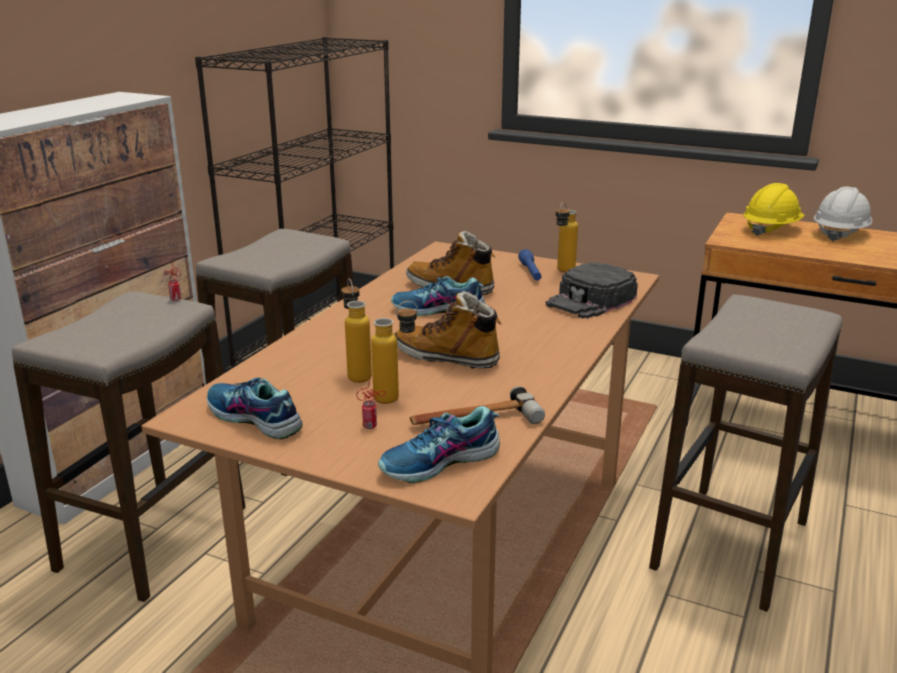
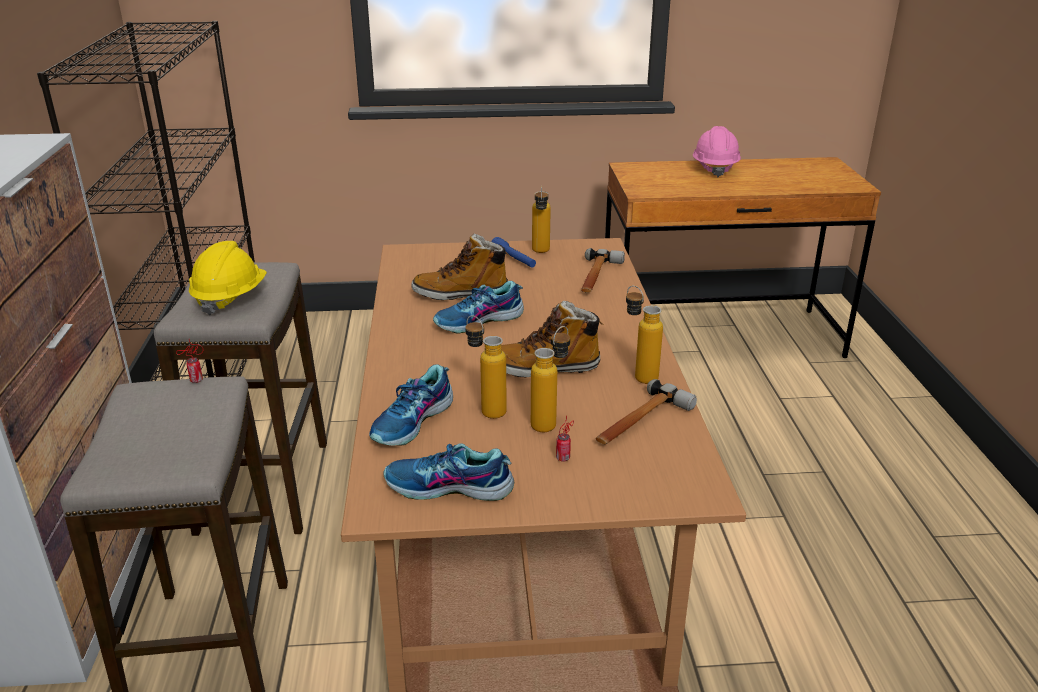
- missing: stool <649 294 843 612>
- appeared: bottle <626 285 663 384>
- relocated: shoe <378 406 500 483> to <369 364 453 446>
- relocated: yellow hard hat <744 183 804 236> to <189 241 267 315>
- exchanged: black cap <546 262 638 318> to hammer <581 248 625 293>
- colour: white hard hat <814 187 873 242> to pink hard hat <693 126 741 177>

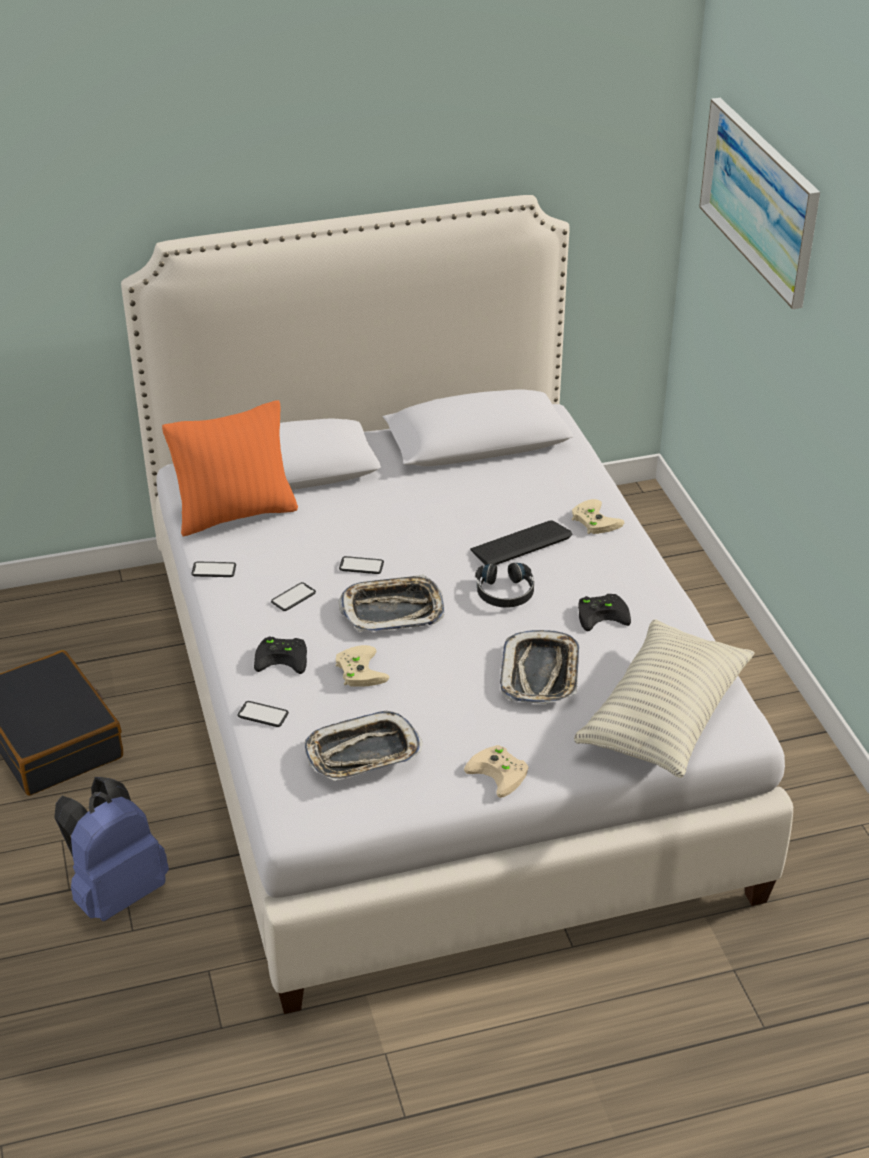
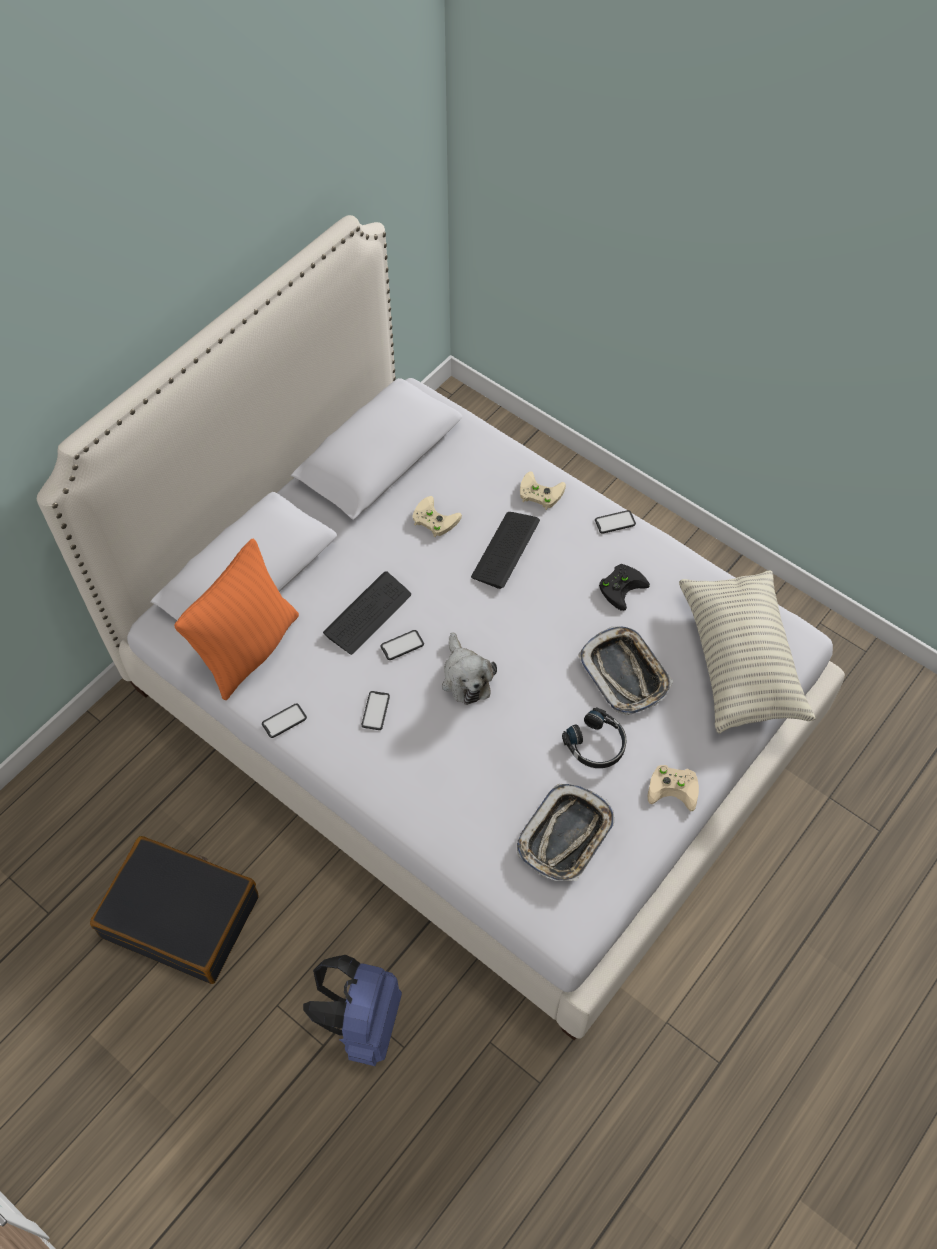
- missing: black game controller <254 637 307 674>
- missing: picture <699 98 820 309>
- appeared: keyboard <323 571 411 655>
- relocated: phone <237 701 289 727> to <595 510 636 533>
- relocated: beige game controller <335 645 389 687> to <412 496 462 537>
- relocated: black headphones <475 563 534 607> to <562 708 626 768>
- exchanged: tray <338 574 444 632> to plush toy <442 633 497 705>

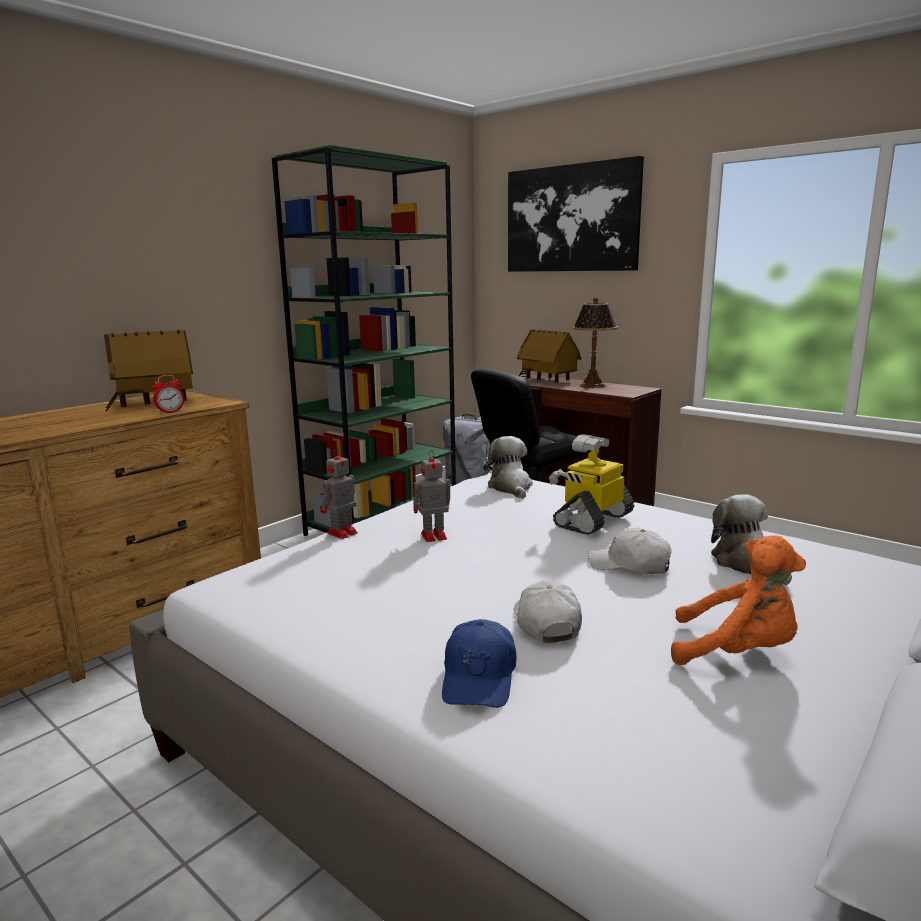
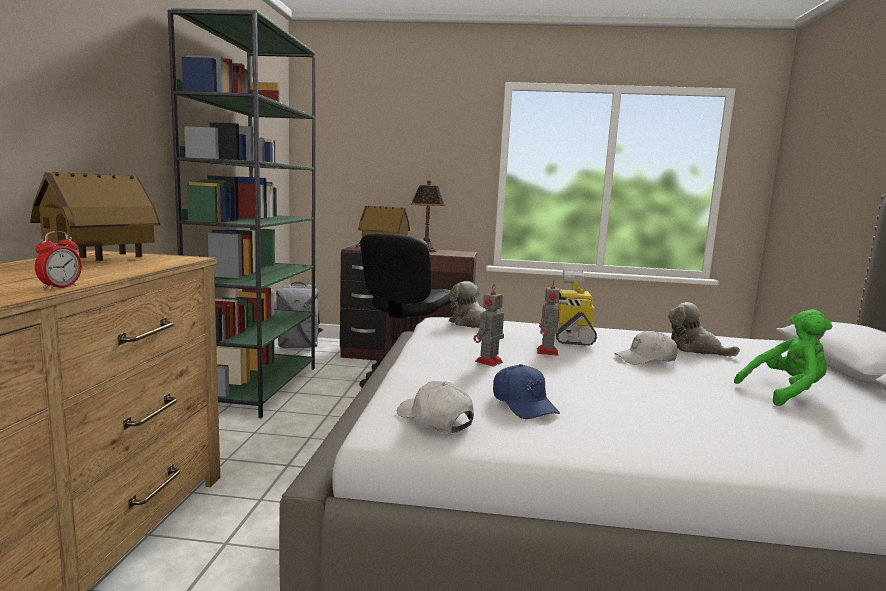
- missing: picture <508 156 644 272>
- relocated: alarm clock <153 375 184 414> to <35 231 82 290>
- relocated: toy robot <320 448 358 539> to <537 279 560 356>
- relocated: blue cap <442 619 517 708> to <493 364 560 419>
- relocated: white cap <514 580 582 643> to <397 381 474 433>
- colour: orange plush toy <671 535 806 665> to green plush toy <734 309 833 406>

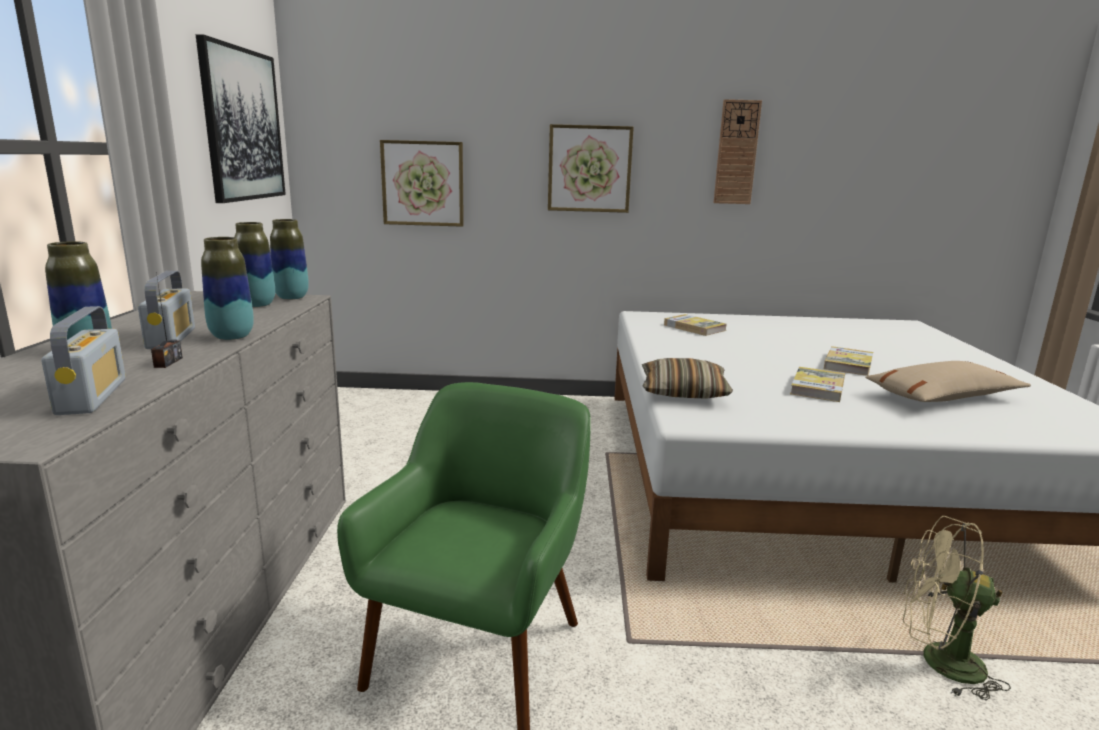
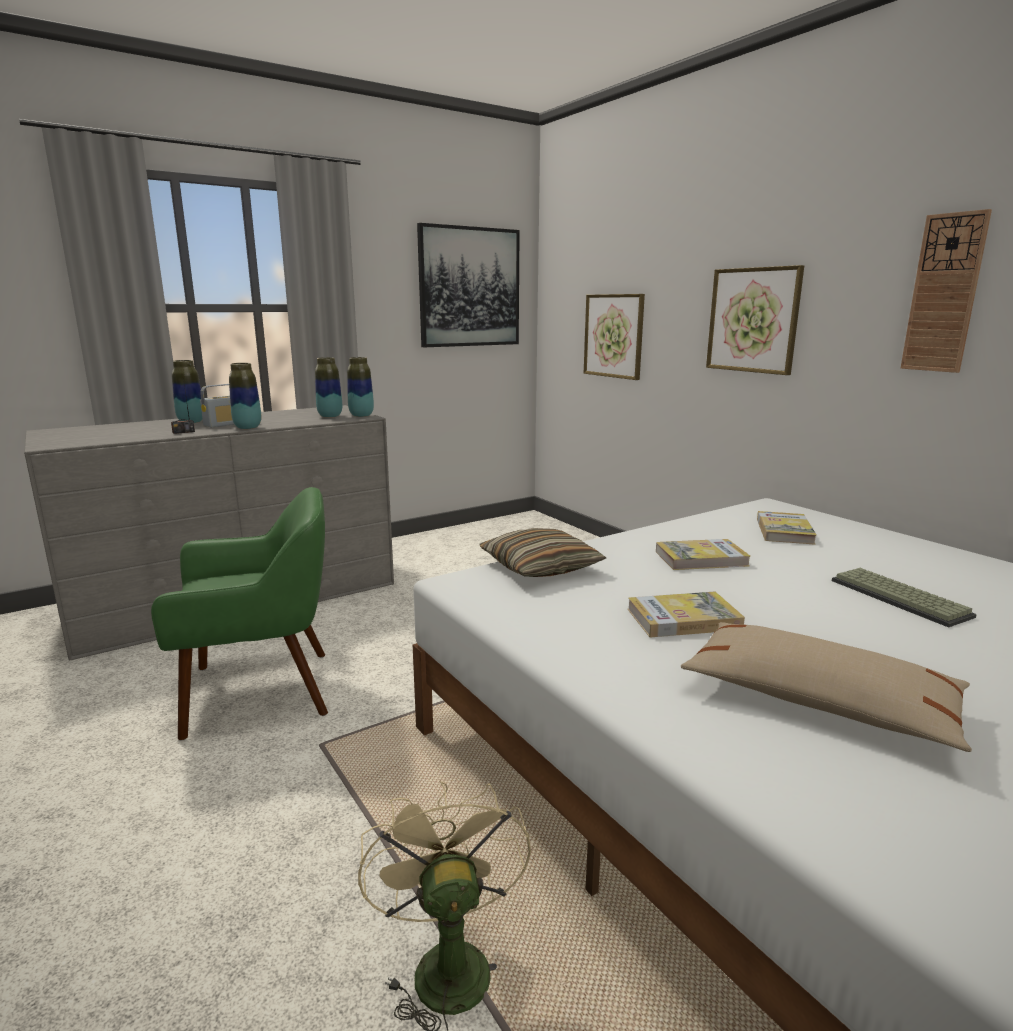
- missing: radio <41 306 126 415>
- appeared: keyboard <832 568 977 628>
- relocated: book <824 346 873 376> to <656 539 751 570>

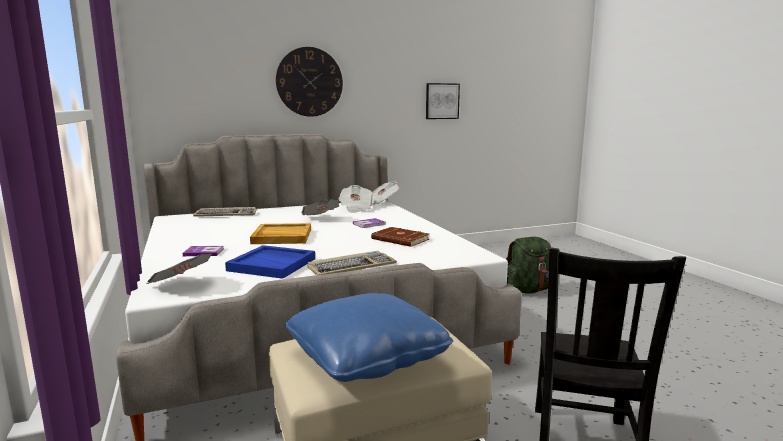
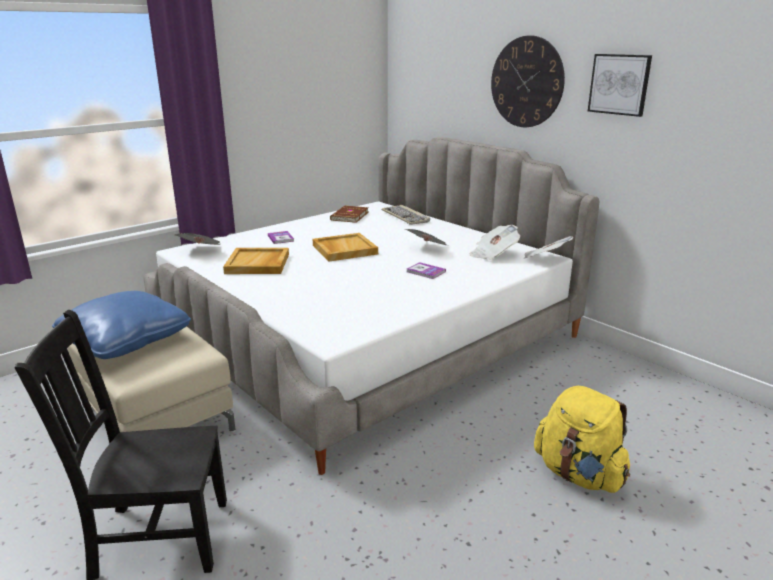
- missing: keyboard <307 251 397 275>
- relocated: brown book <371 227 430 247> to <330 206 369 223>
- relocated: picture <426 83 460 119> to <588 54 652 117>
- colour: blue tray <225 245 315 279> to beige tray <223 248 289 274>
- colour: green backpack <506 237 551 293> to yellow backpack <534 386 630 493>

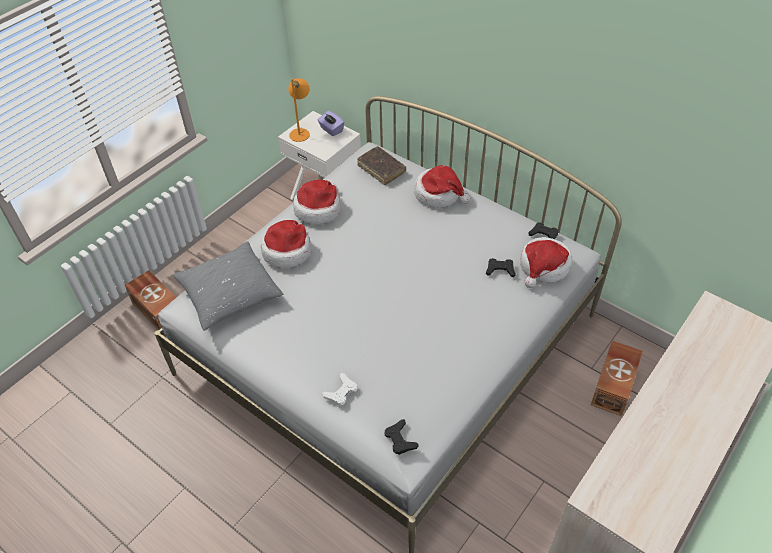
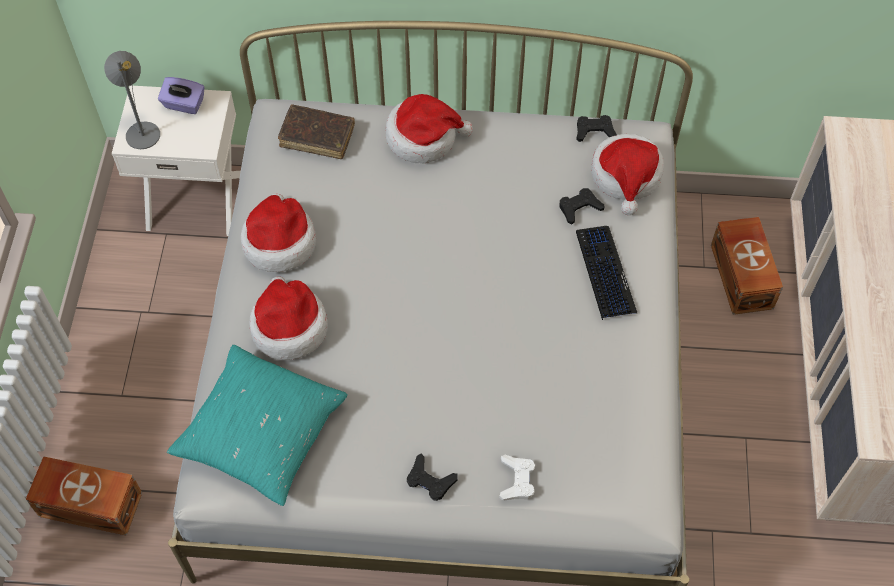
- appeared: keyboard <576 226 638 320>
- relocated: black game controller <385 419 419 455> to <407 454 457 501>
- colour: grey pillow <173 241 283 331> to turquoise pillow <167 345 347 506>
- colour: orange table lamp <288 78 310 142> to grey table lamp <104 51 160 149>

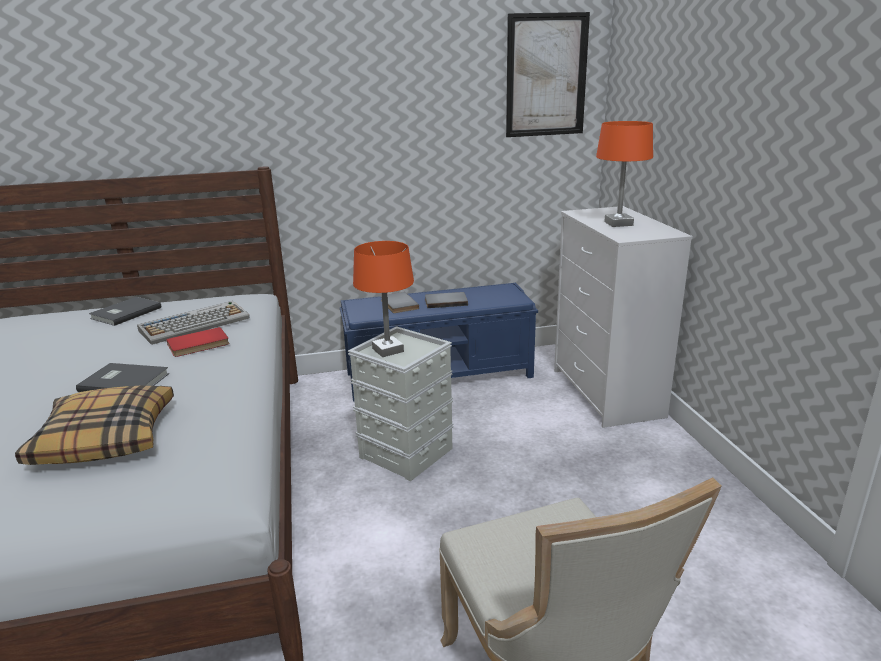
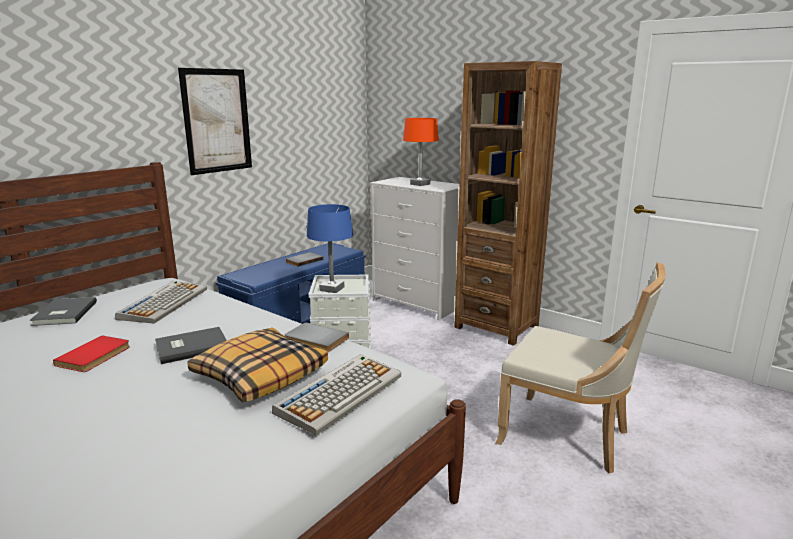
- appeared: keyboard <272 354 401 436>
- appeared: brown bookcase <454 61 562 346>
- relocated: red book <166 327 229 357> to <53 335 130 372>
- relocated: grey book <381 292 419 313> to <285 322 349 352>
- relocated: picture <506 12 590 137> to <178 68 252 175>
- colour: orange table lamp <353 241 414 357> to blue table lamp <307 204 353 293>

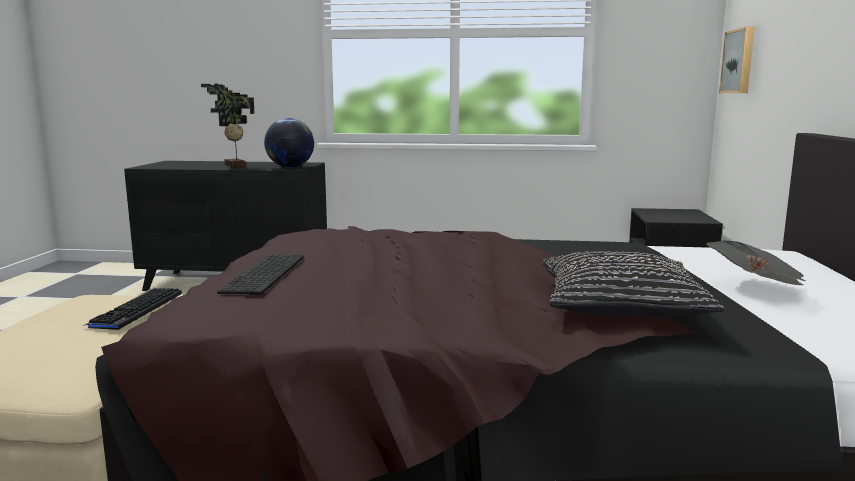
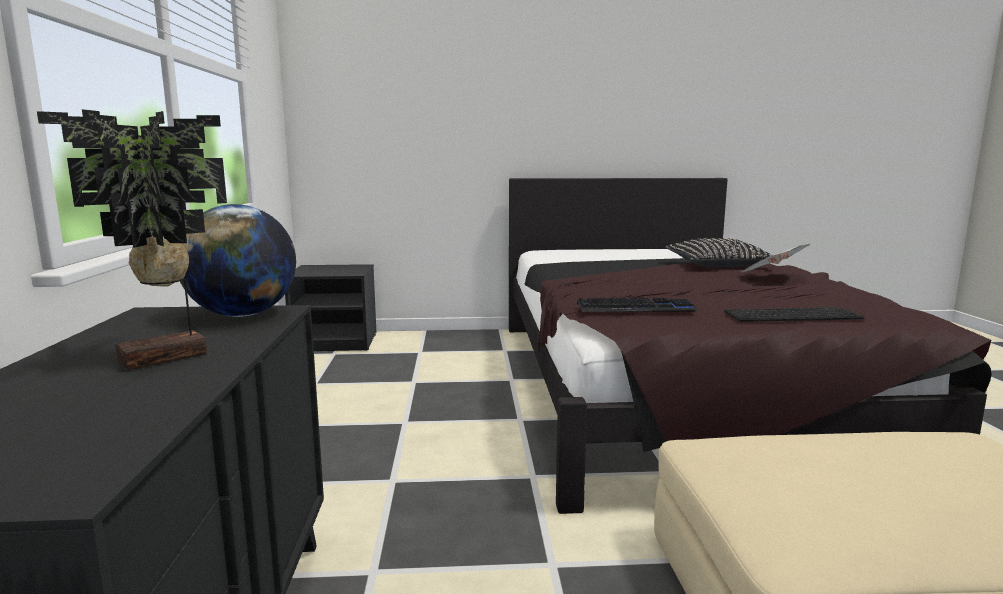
- missing: picture <719 26 755 93>
- relocated: keyboard <83 288 182 330> to <577 298 698 312>
- relocated: newspaper <706 240 806 285> to <740 243 810 272>

